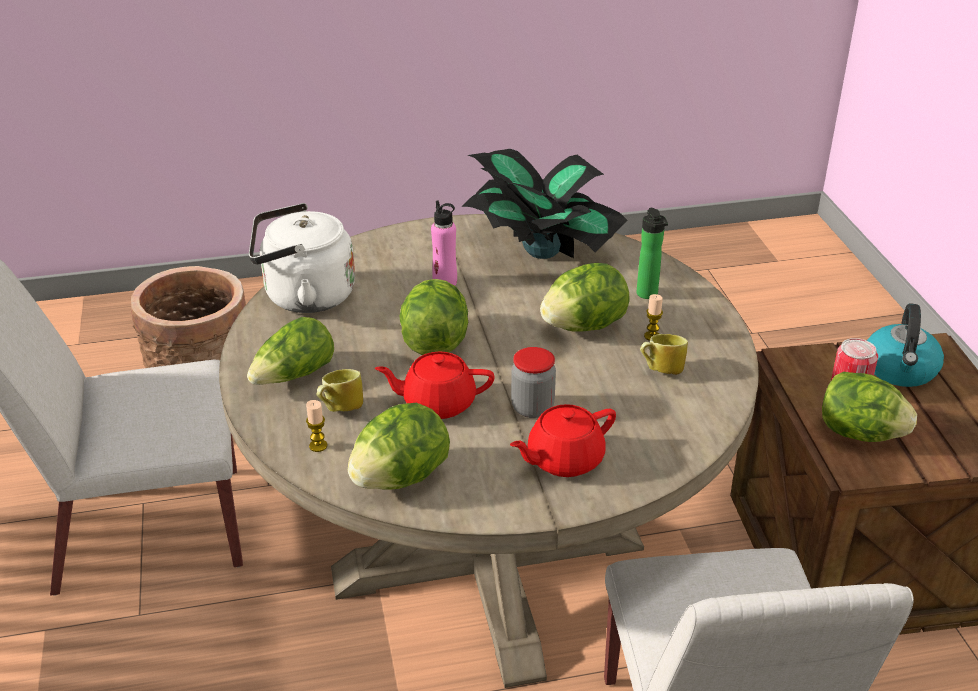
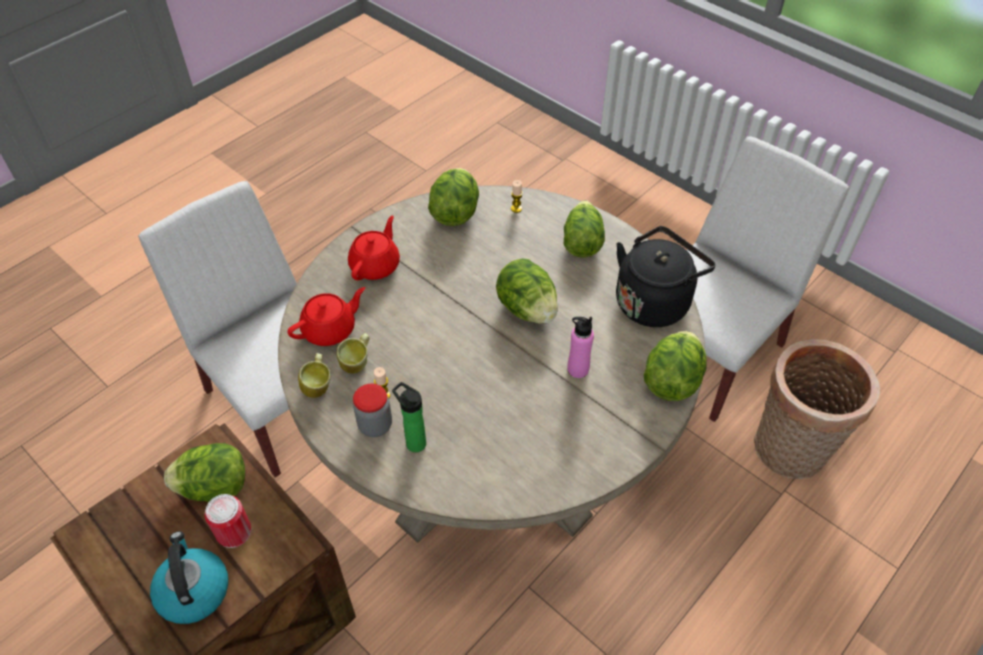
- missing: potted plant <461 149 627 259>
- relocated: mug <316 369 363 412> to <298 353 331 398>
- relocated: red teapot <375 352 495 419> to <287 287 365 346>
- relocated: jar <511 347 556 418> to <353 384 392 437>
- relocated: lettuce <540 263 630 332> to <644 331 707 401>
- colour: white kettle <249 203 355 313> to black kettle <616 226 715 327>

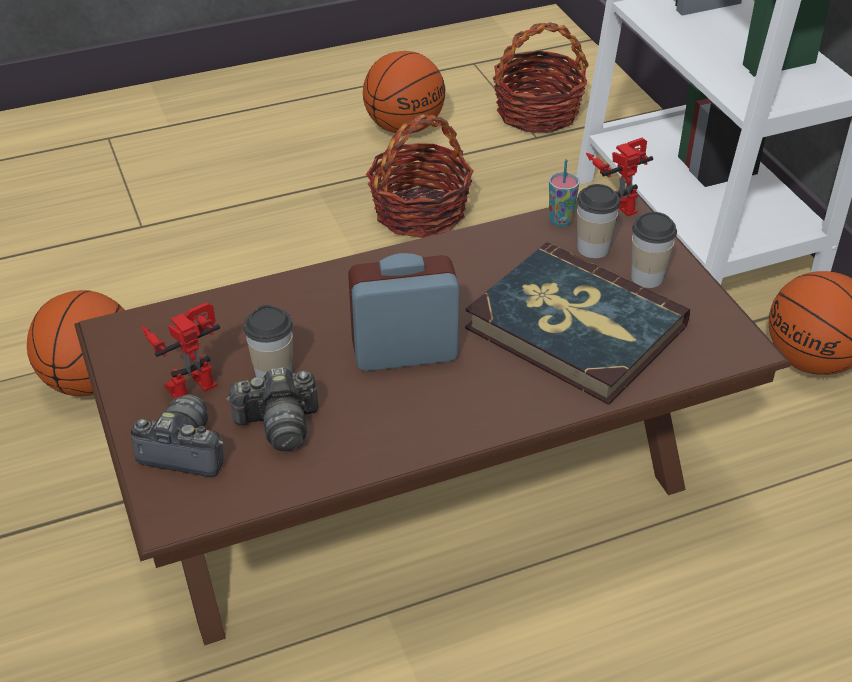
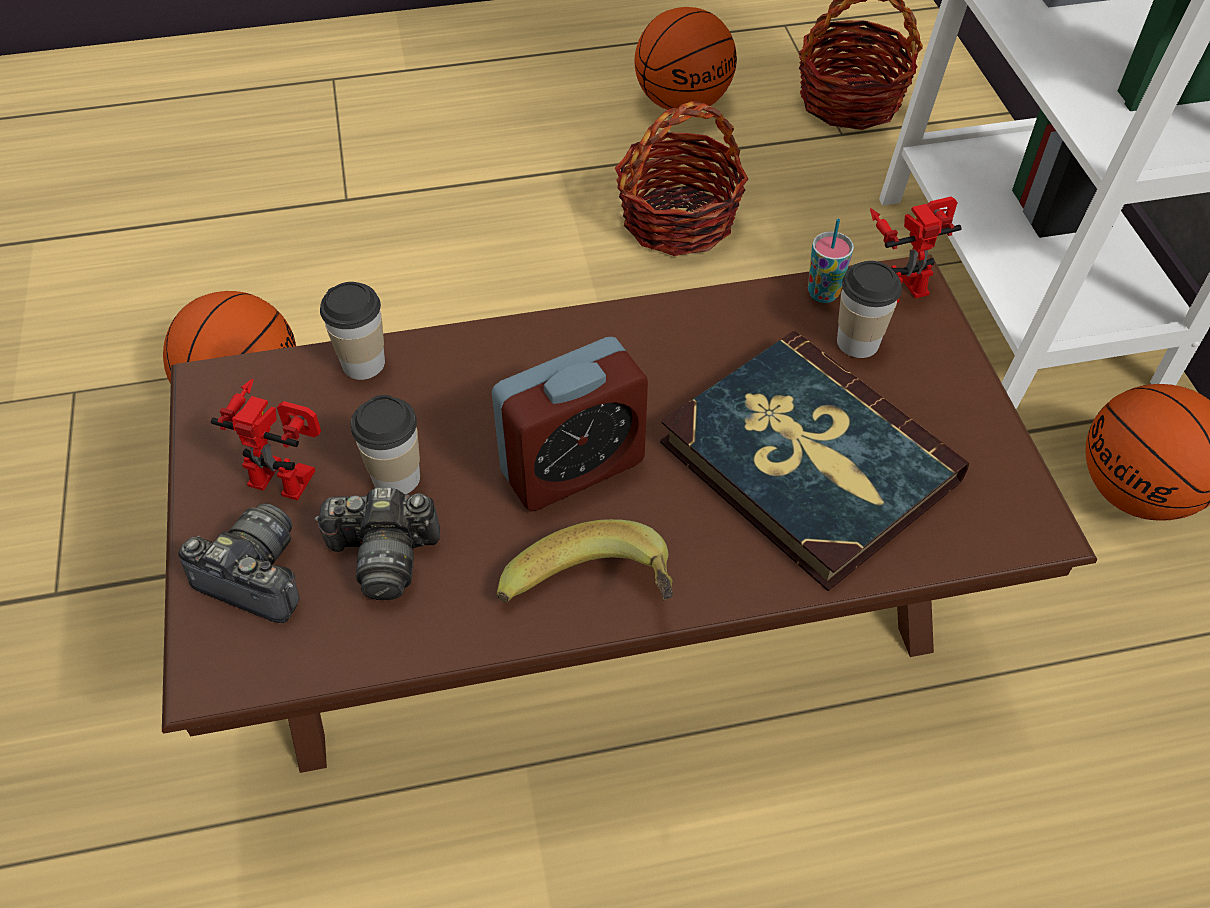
- appeared: banana <497 519 673 603>
- relocated: cup <631 212 677 288> to <320 282 385 380>
- spun: toy robot <141 302 220 399> = <211 379 321 501> 45 degrees clockwise
- spun: alarm clock <348 253 459 371> = <492 337 648 511> 150 degrees clockwise

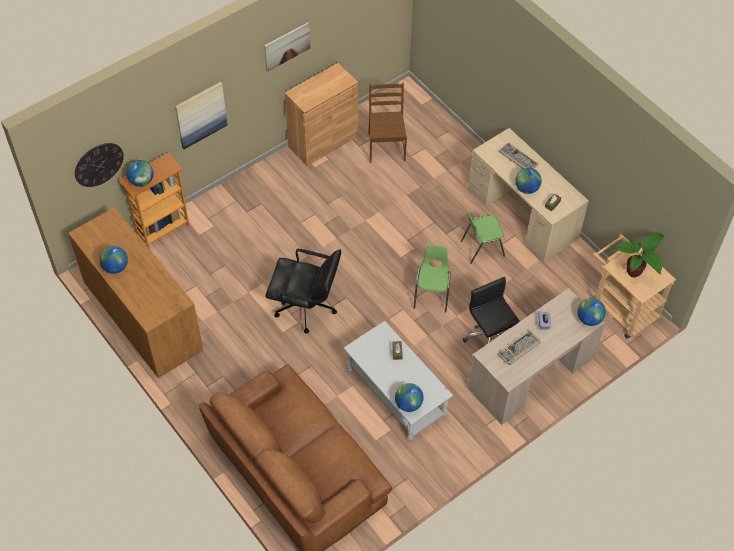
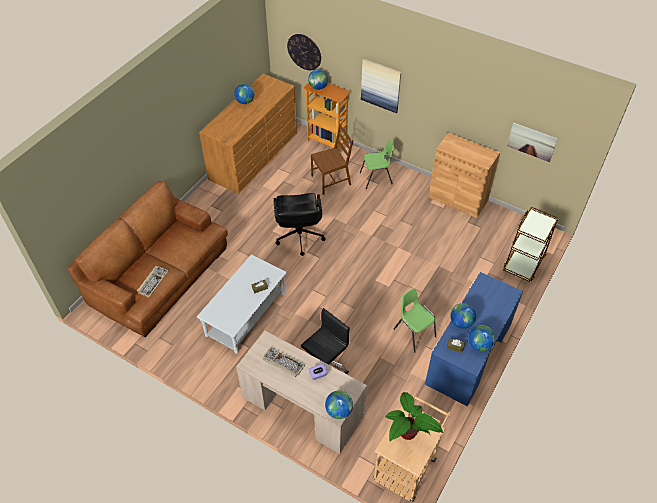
- appeared: brown cart <504 207 558 282>
- relocated: picture <264 22 310 72> to <507 122 558 162>
- relocated: brown chair <368 83 407 163> to <311 124 353 195>
- relocated: globe <395 383 424 412> to <469 325 495 351>
- relocated: green chair <414 245 451 313> to <360 139 394 189>
- relocated: keyboard <499 142 539 169> to <137 266 169 297>
- colour: beige desk <468 128 589 262> to blue desk <425 272 523 406>

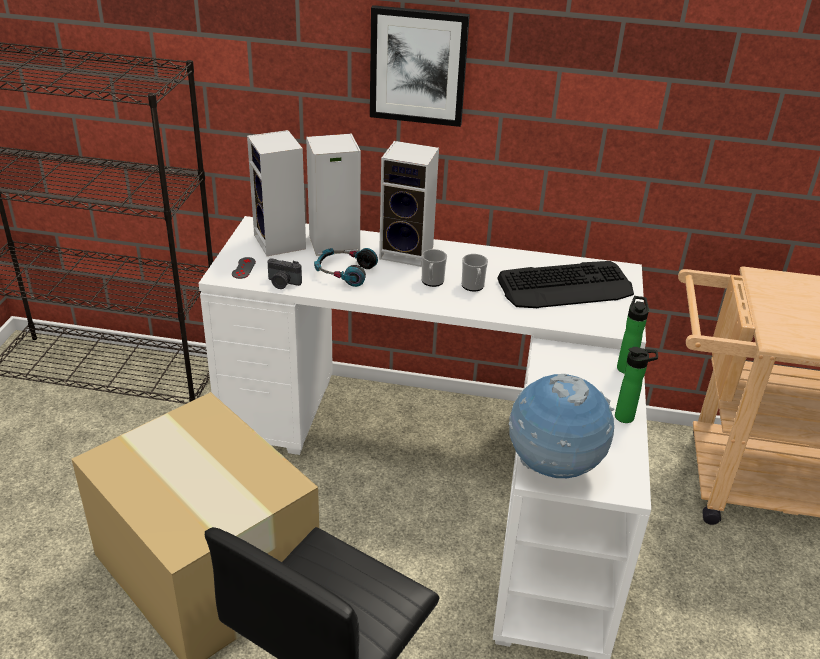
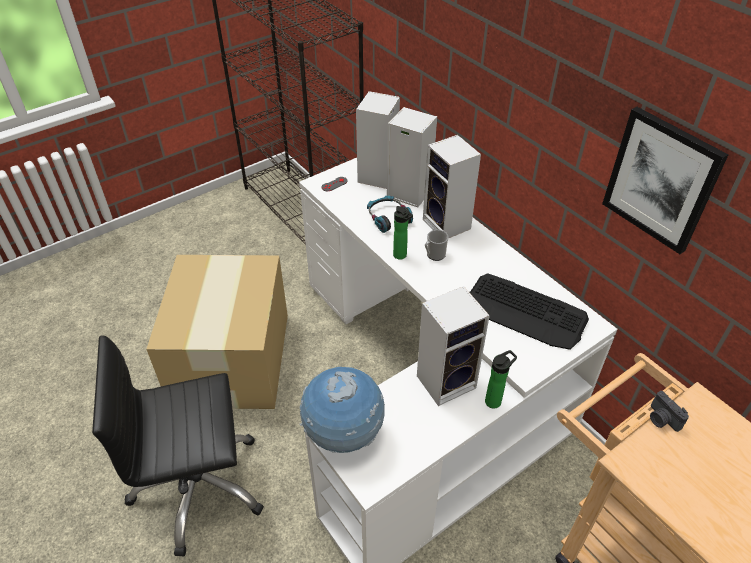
- missing: mug <462 254 488 291>
- appeared: speaker <417 286 490 406>
- relocated: photo camera <267 258 302 289> to <650 391 689 432>
- relocated: picture <370 5 470 127> to <602 107 729 254>
- relocated: bottle <615 347 658 423> to <393 206 413 260>

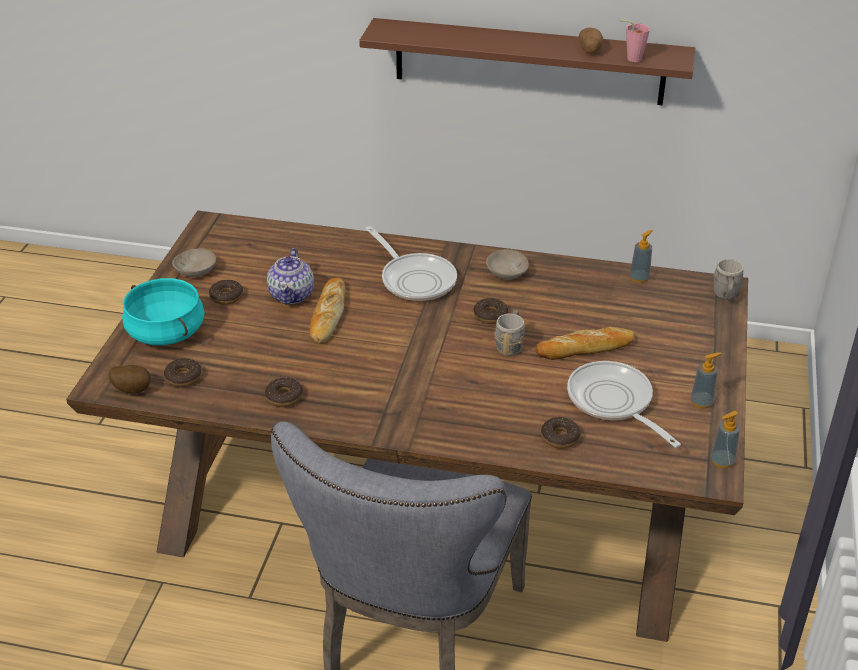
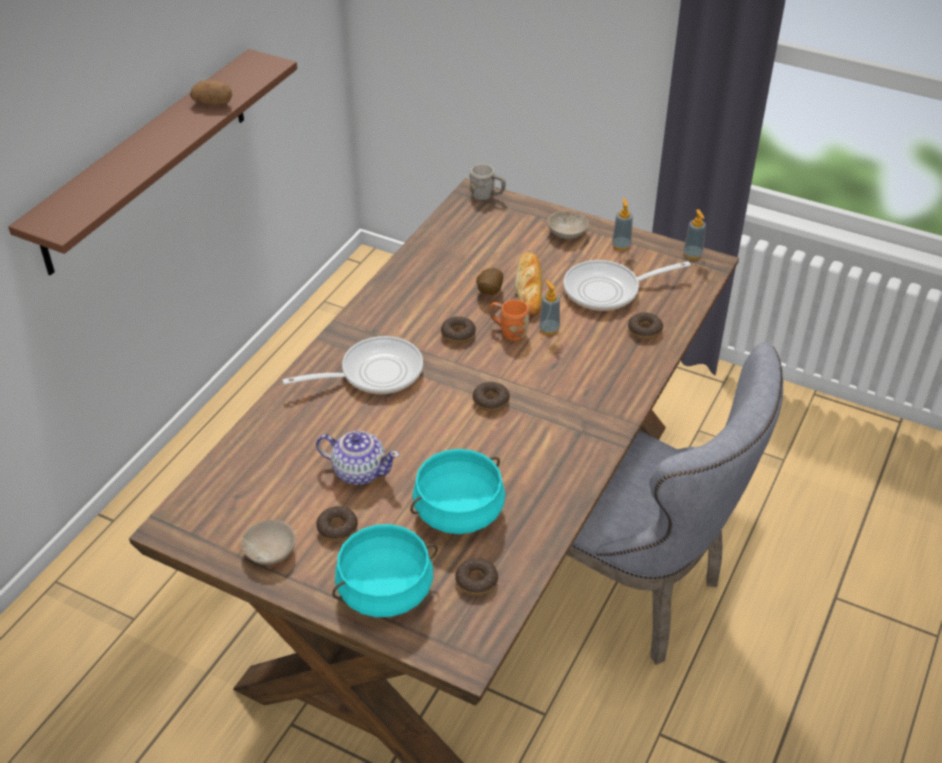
- missing: bread <309 277 345 343>
- missing: pink cup <619 20 650 62>
- appeared: turquoise cooking pot <410 449 505 534>
- relocated: potato <108 365 151 394> to <476 268 503 295>
- relocated: donut <265 377 303 407> to <473 382 510 412>
- relocated: beige bowl <486 249 529 279> to <547 212 589 239>
- relocated: soap dispenser <630 230 653 283> to <539 280 560 335>
- colour: grey mug <494 310 525 356> to orange mug <489 300 529 341>

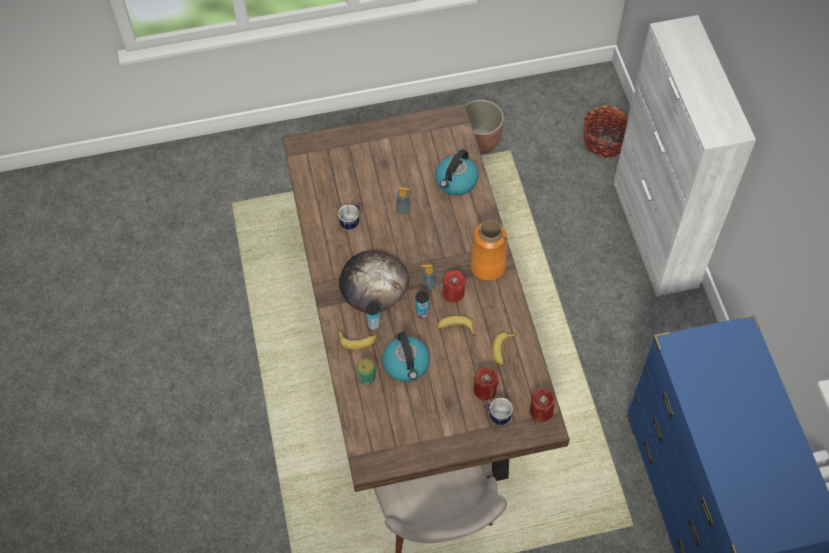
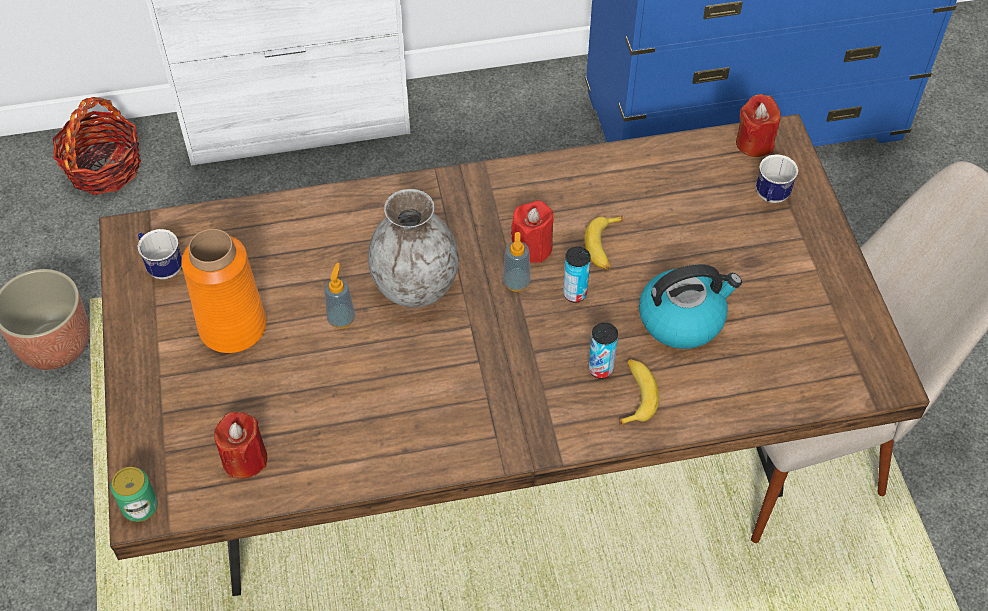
- missing: bread <339 250 409 312>
- missing: kettle <435 149 479 196>
- missing: banana <492 332 517 366>
- appeared: grey vase <368 189 459 307>
- relocated: mug <338 204 360 231> to <138 229 182 279>
- relocated: can <356 358 376 385> to <110 467 158 522>
- relocated: orange vase <470 220 507 281> to <181 229 267 353>
- relocated: red candle <474 367 499 400> to <214 412 268 479>

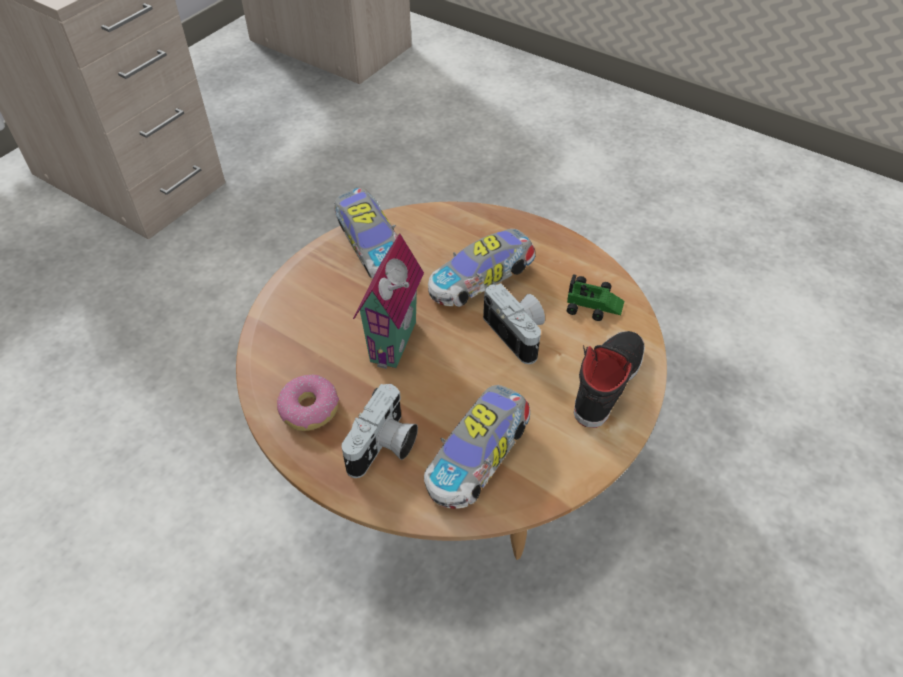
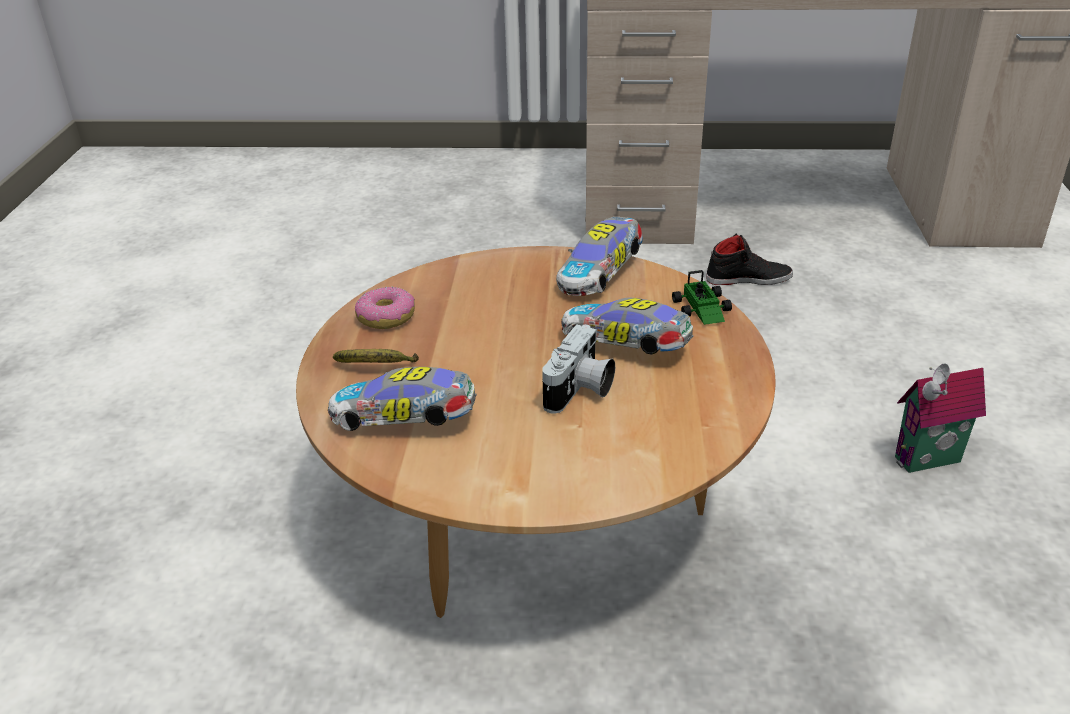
- relocated: toy house <353 233 424 369> to <895 363 986 473>
- relocated: toy car <567 274 624 321> to <672 270 732 325>
- relocated: black shoe <574 331 645 428> to <706 233 793 285>
- exchanged: photo camera <341 384 418 478> to banana <333 349 419 363>

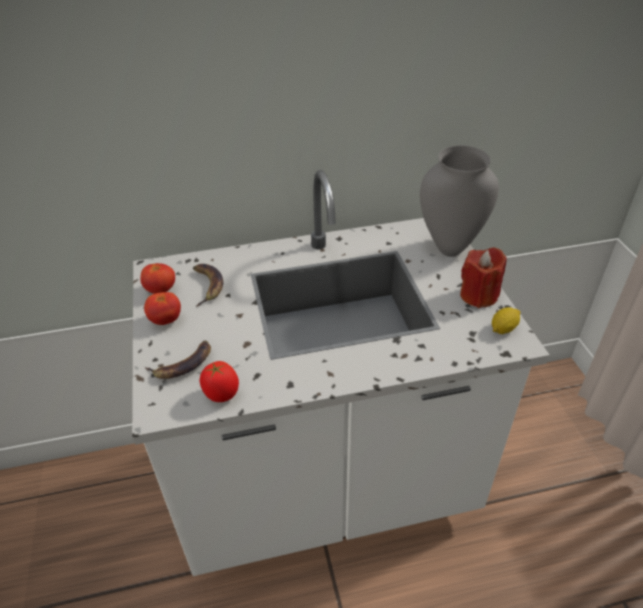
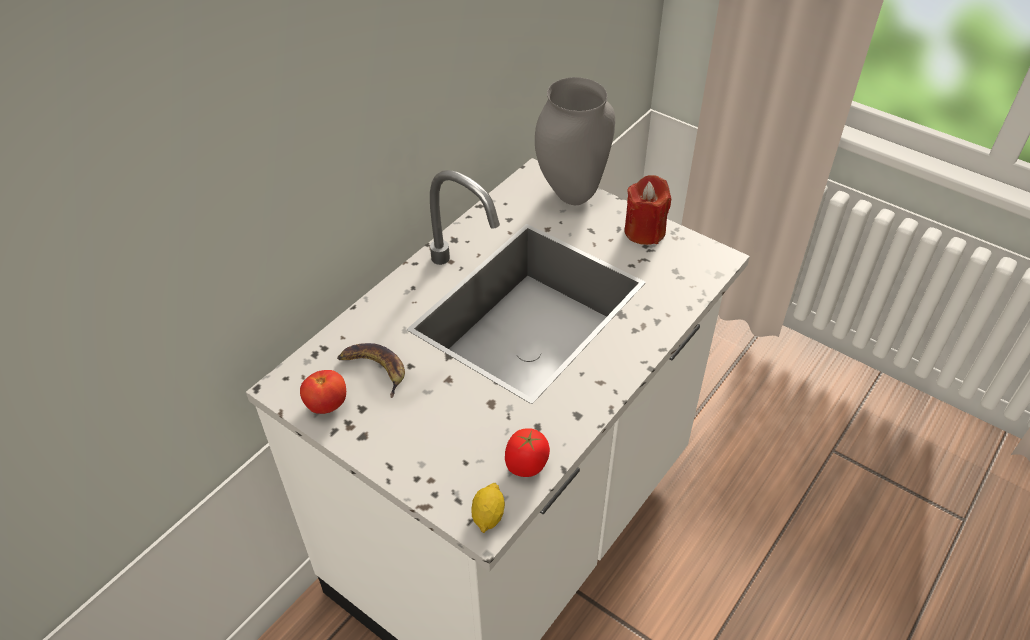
- missing: tomato <144 292 181 325>
- missing: banana <145 340 211 379>
- relocated: lemon <492 307 521 334> to <471 483 505 533>

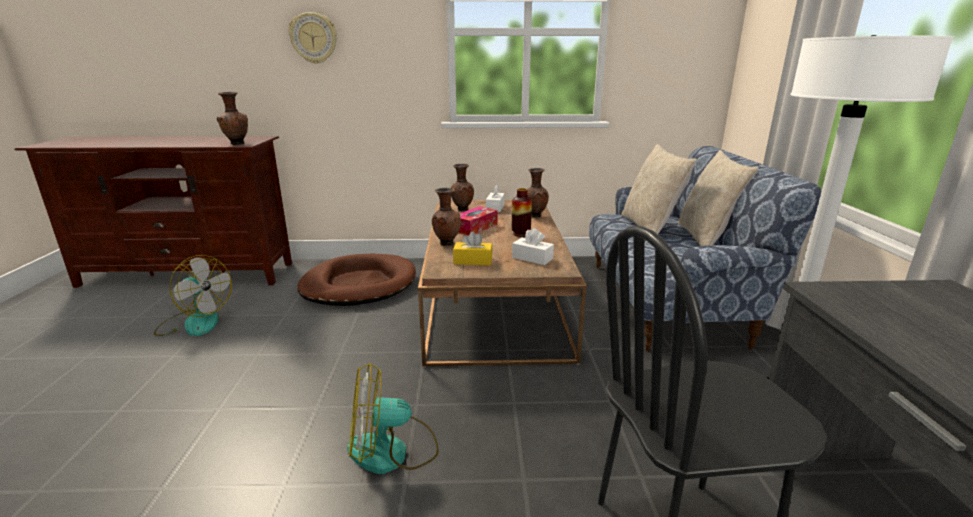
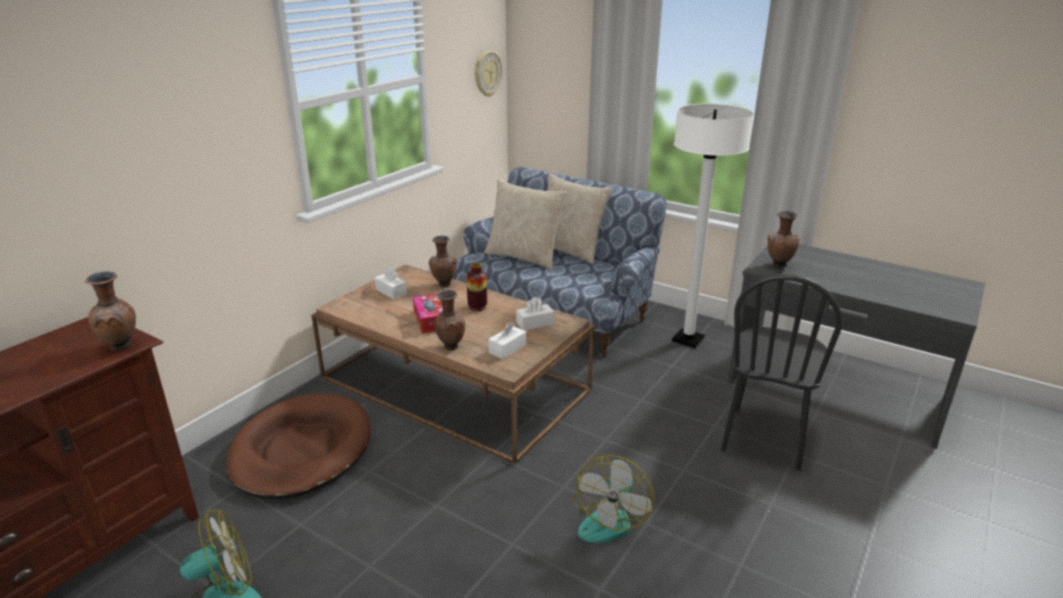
- relocated: wall clock <289 12 337 64> to <475 51 502 97>
- relocated: brown vase <451 164 474 211> to <768 211 799 268>
- colour: yellow tissue box <453 231 493 265> to white tissue box <488 322 526 359>

